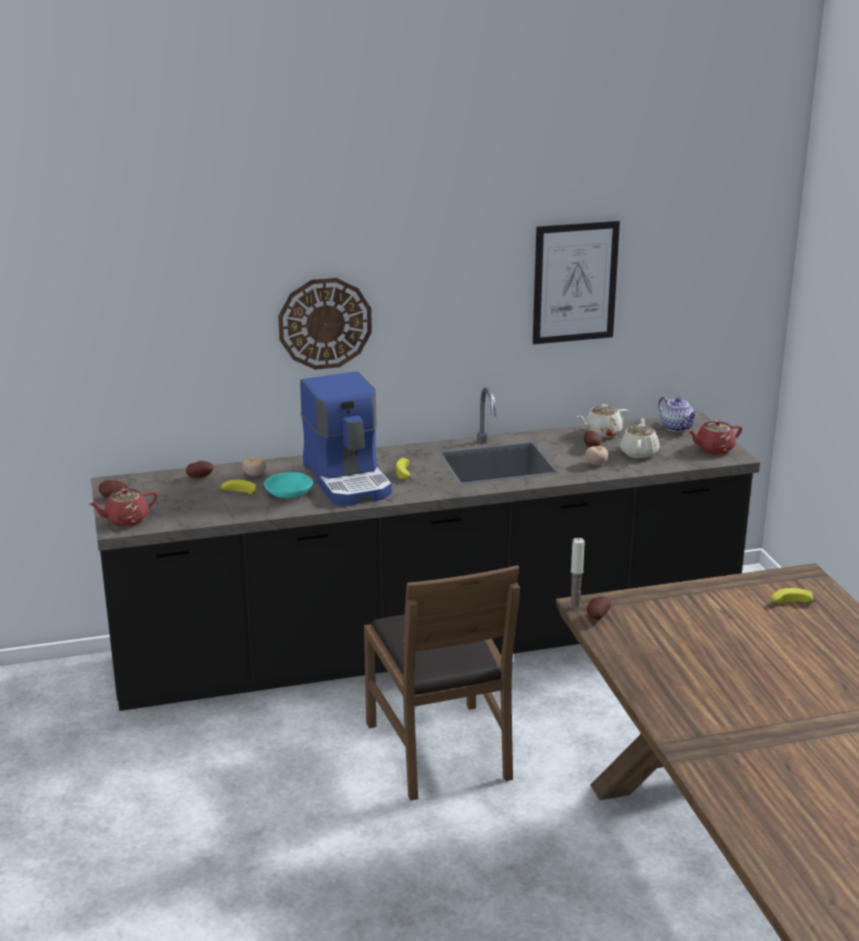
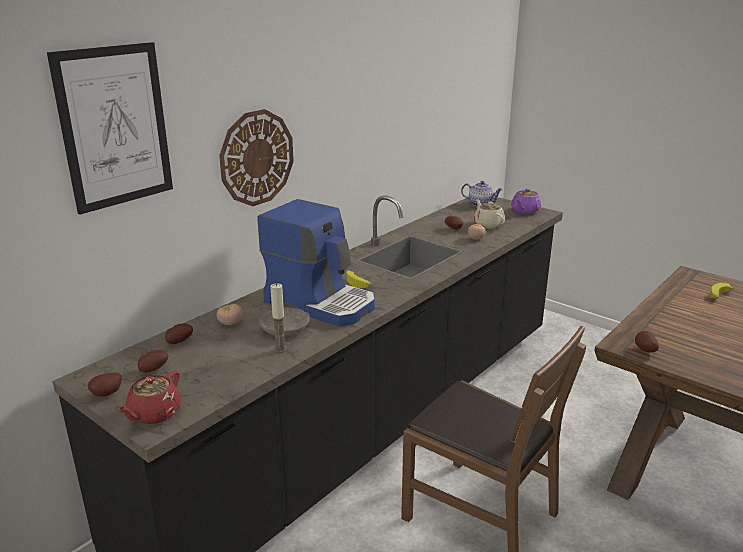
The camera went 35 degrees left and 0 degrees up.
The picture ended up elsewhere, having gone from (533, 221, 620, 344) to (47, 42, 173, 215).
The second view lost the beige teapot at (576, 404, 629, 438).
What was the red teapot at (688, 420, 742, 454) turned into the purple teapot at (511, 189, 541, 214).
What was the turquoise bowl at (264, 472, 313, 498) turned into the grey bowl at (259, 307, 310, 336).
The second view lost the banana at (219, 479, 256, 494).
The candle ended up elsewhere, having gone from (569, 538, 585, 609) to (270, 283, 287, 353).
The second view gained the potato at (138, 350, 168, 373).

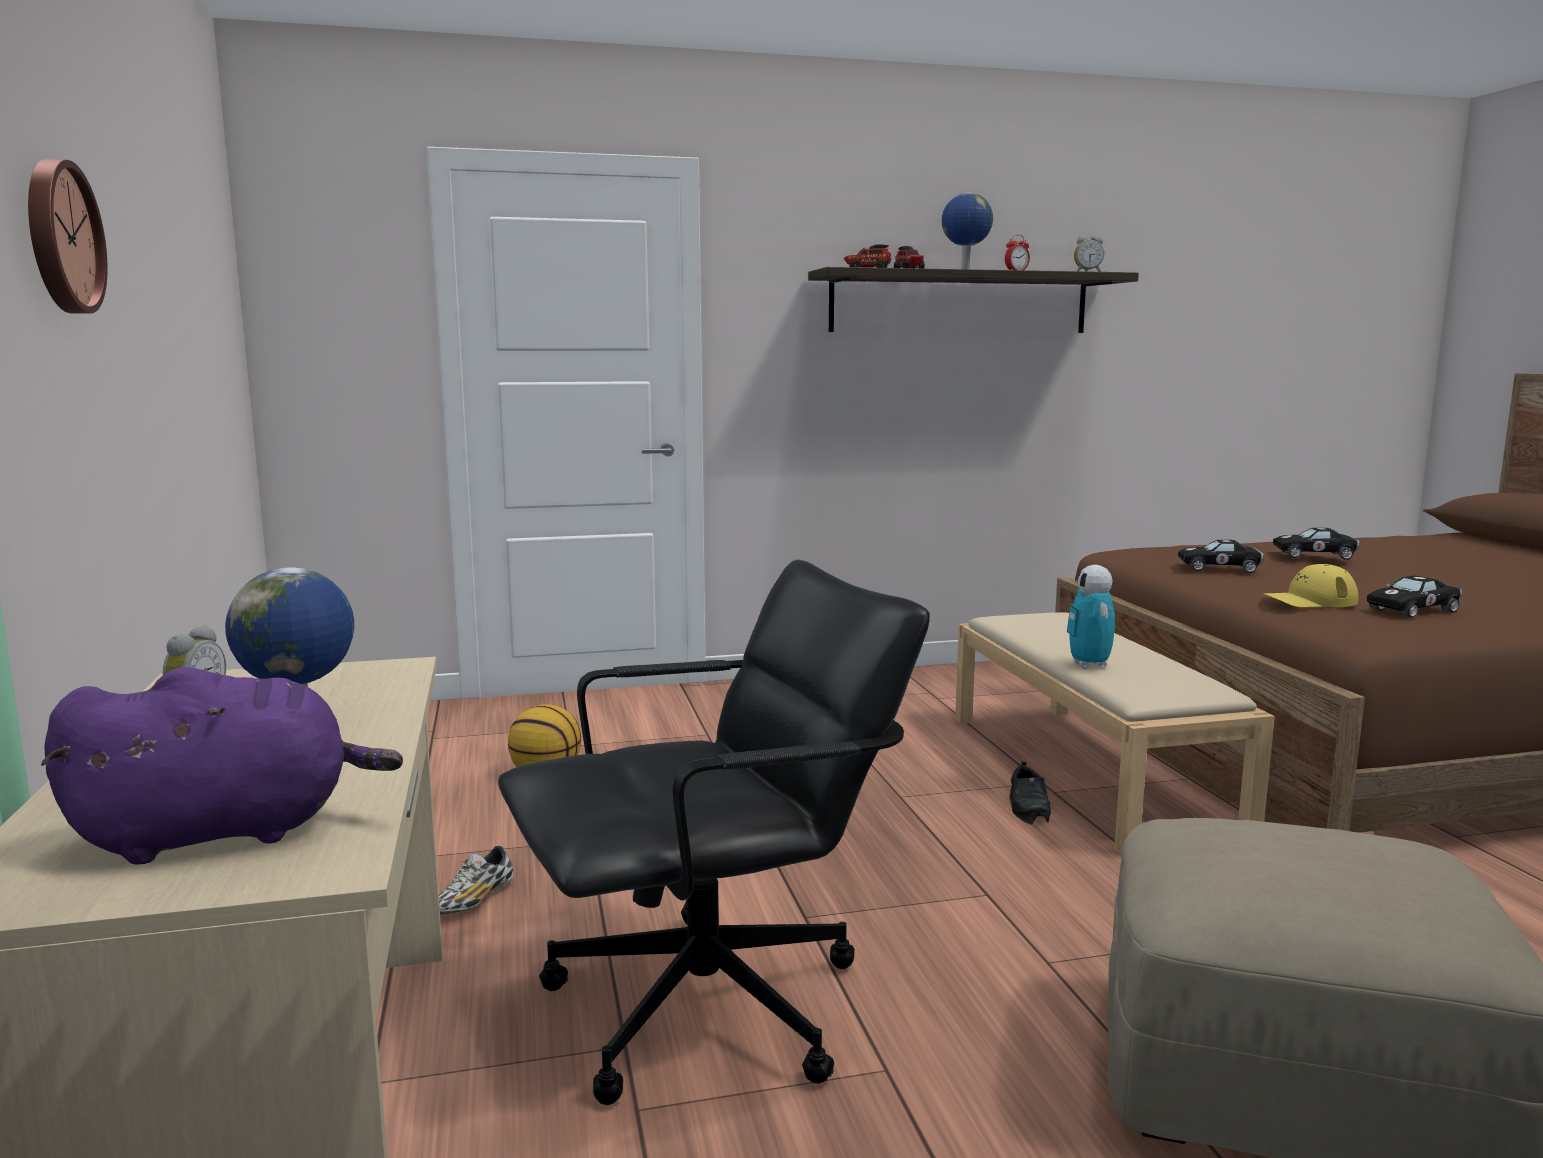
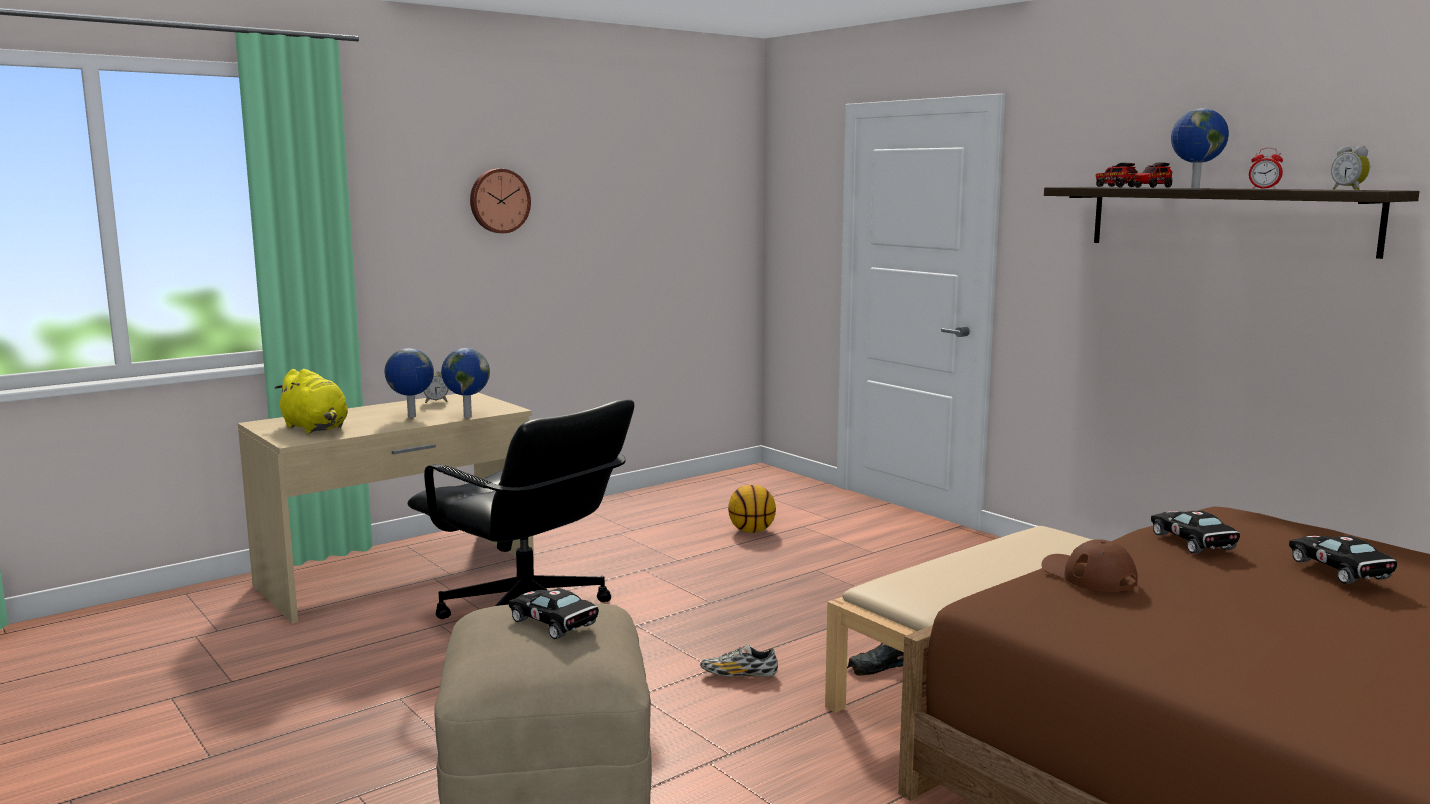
The camera went 65 degrees right and 0 degrees up.
What was the yellow cap at (1263, 564, 1359, 607) turned into the brown cap at (1042, 539, 1138, 592).
The second view lost the toy robot at (1067, 565, 1115, 669).
The black toy car ended up elsewhere, having gone from (1367, 576, 1462, 618) to (509, 588, 599, 639).
What was the purple plush toy at (41, 667, 403, 865) turned into the yellow plush toy at (274, 369, 348, 433).
The shoe ended up elsewhere, having gone from (439, 846, 514, 914) to (700, 644, 778, 677).
The second view gained the globe at (441, 348, 490, 418).

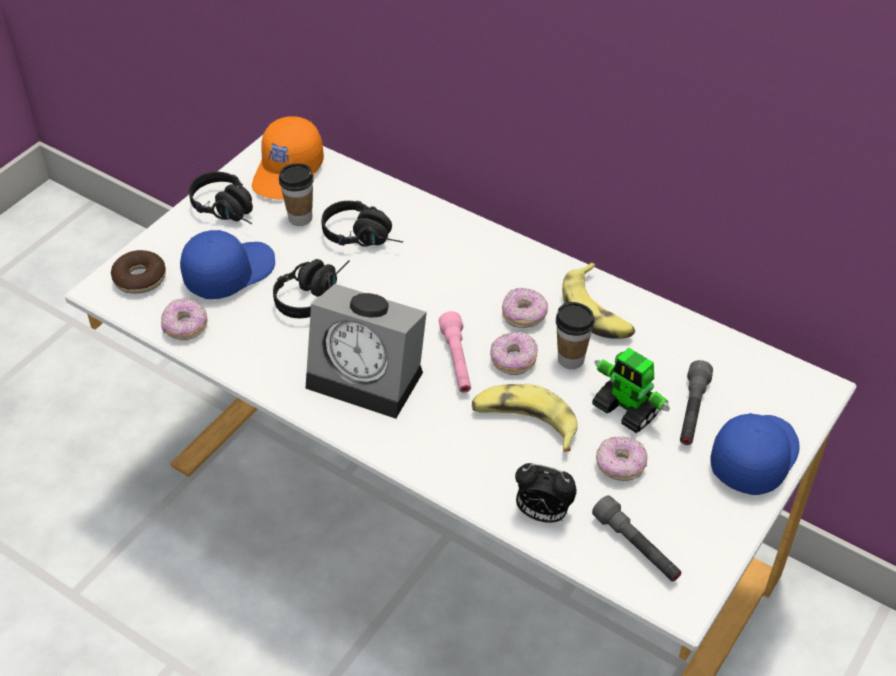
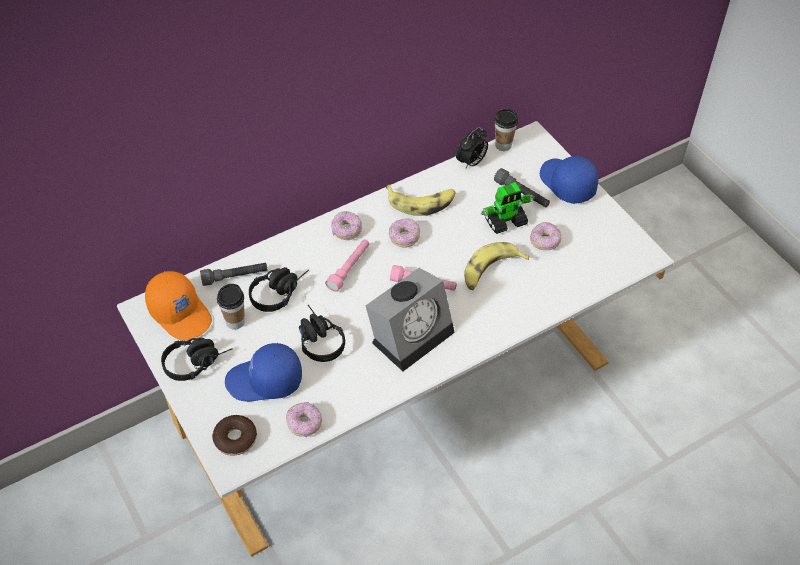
The camera went 65 degrees left and 5 degrees up.
The blue cap at (180, 230, 275, 299) ended up facing another way, 75 degrees counterclockwise from before.
The cup ended up elsewhere, having gone from (556, 302, 595, 369) to (494, 109, 518, 151).
The donut ended up elsewhere, having gone from (490, 332, 538, 375) to (331, 211, 362, 240).
The alarm clock ended up elsewhere, having gone from (515, 463, 577, 523) to (456, 127, 488, 169).
The grey flashlight ended up elsewhere, having gone from (592, 495, 681, 581) to (200, 263, 267, 286).
The second view gained the pink flashlight at (325, 239, 369, 292).

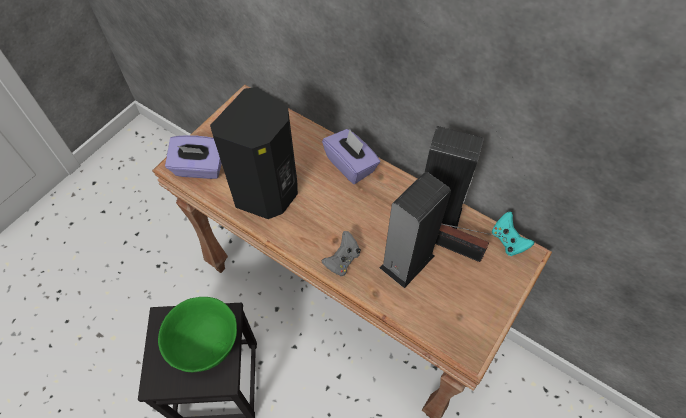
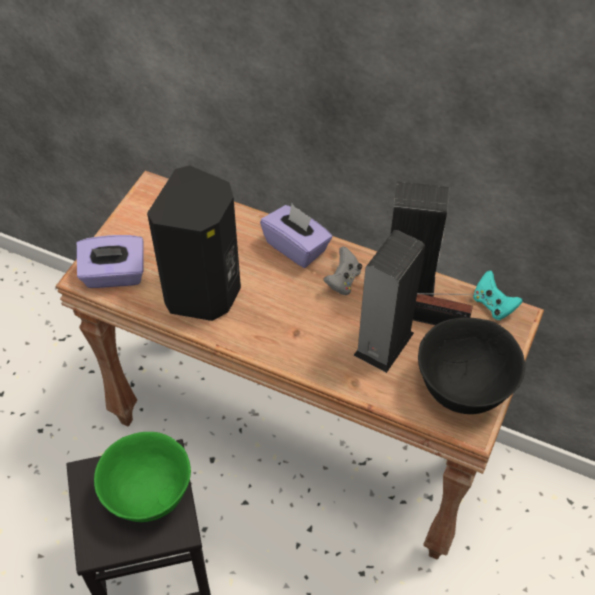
The camera went 10 degrees left and 5 degrees down.
The grey game controller ended up elsewhere, having gone from (322, 231, 361, 276) to (324, 247, 362, 295).
The second view gained the black bowl at (418, 318, 525, 414).

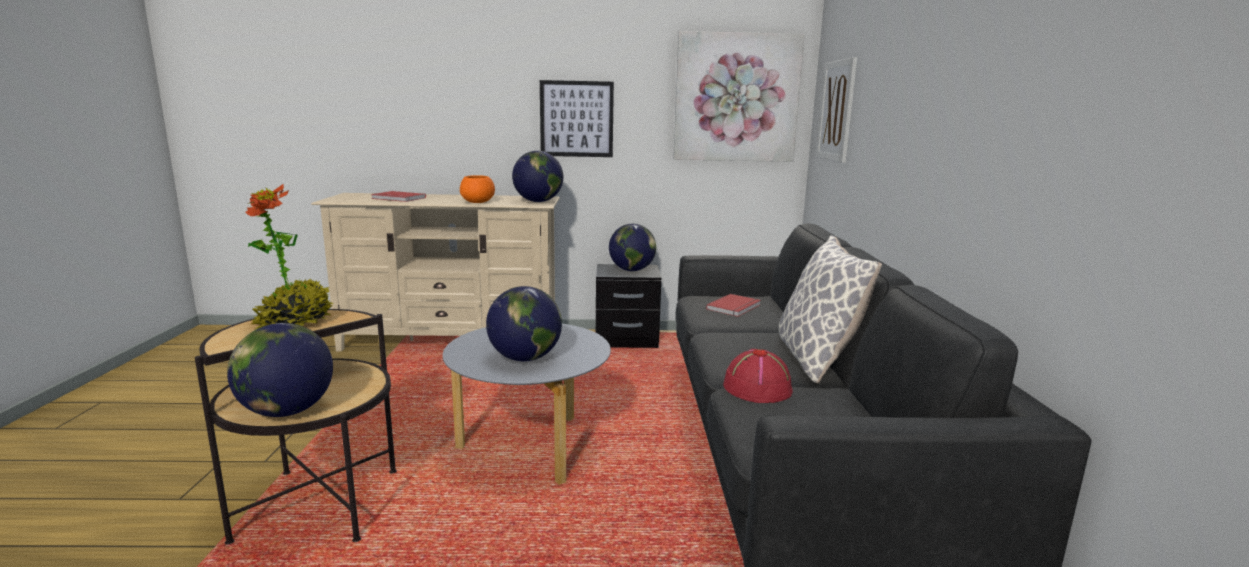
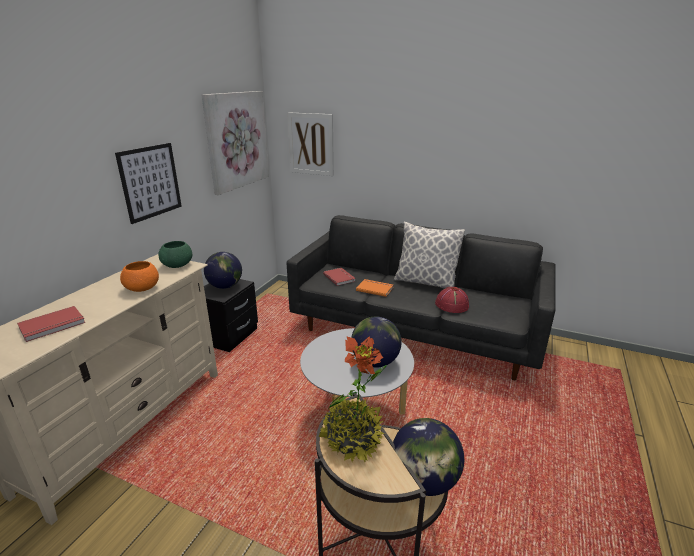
The camera went 65 degrees left and 10 degrees up.
Where the globe stood at (512, 151, 563, 202), the green bowl came to stand at (158, 241, 192, 268).
The second view gained the orange book at (356, 279, 393, 297).

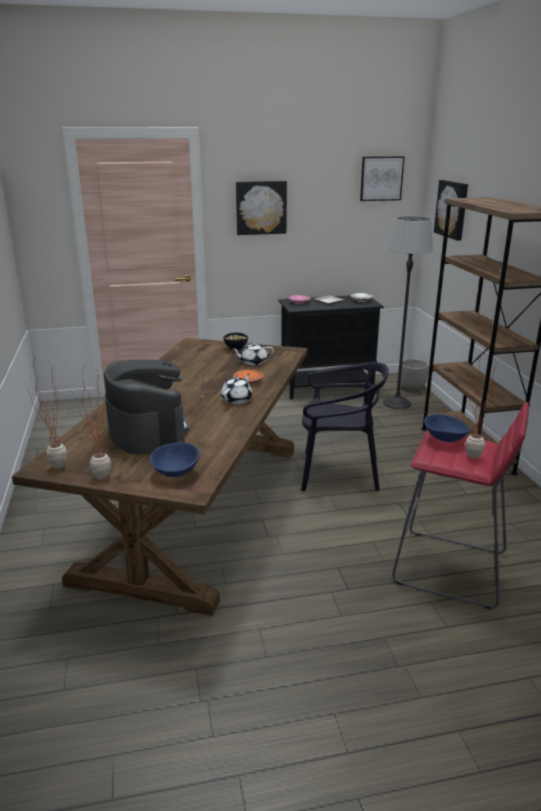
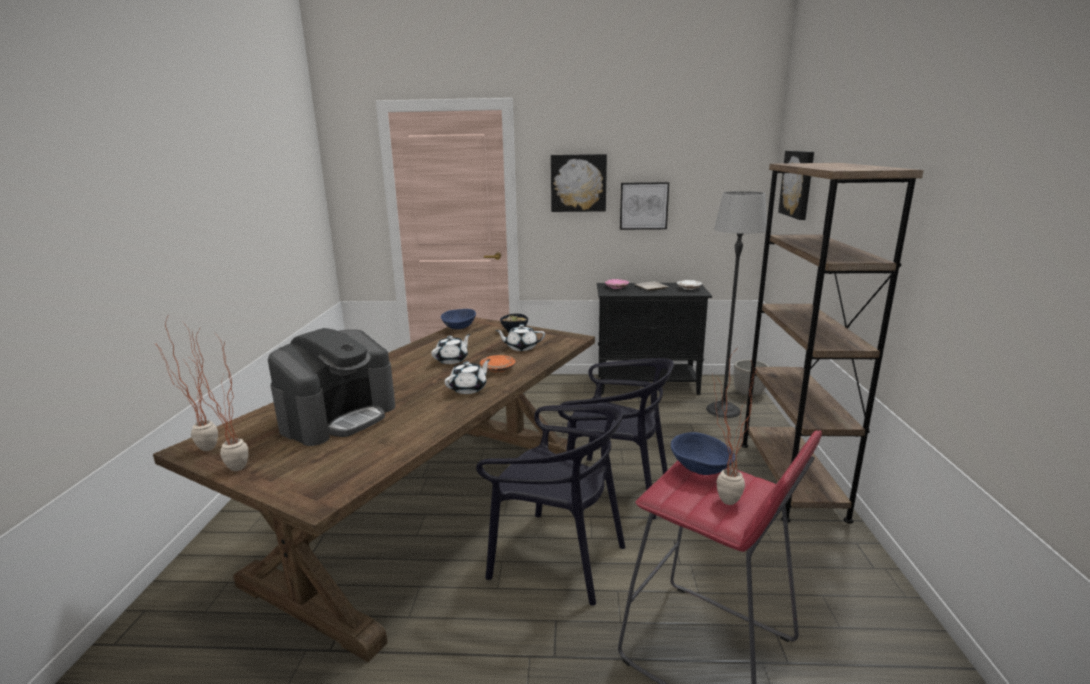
The camera went 15 degrees right and 5 degrees down.
The picture ended up elsewhere, having gone from (360, 156, 405, 201) to (620, 182, 669, 230).
The coffee machine at (104, 359, 189, 455) ended up facing another way, 45 degrees clockwise from before.
The blue bowl ended up elsewhere, having gone from (150, 442, 200, 477) to (441, 309, 476, 329).
The second view gained the white teapot at (431, 334, 470, 364).
The second view gained the black chair at (476, 405, 625, 606).

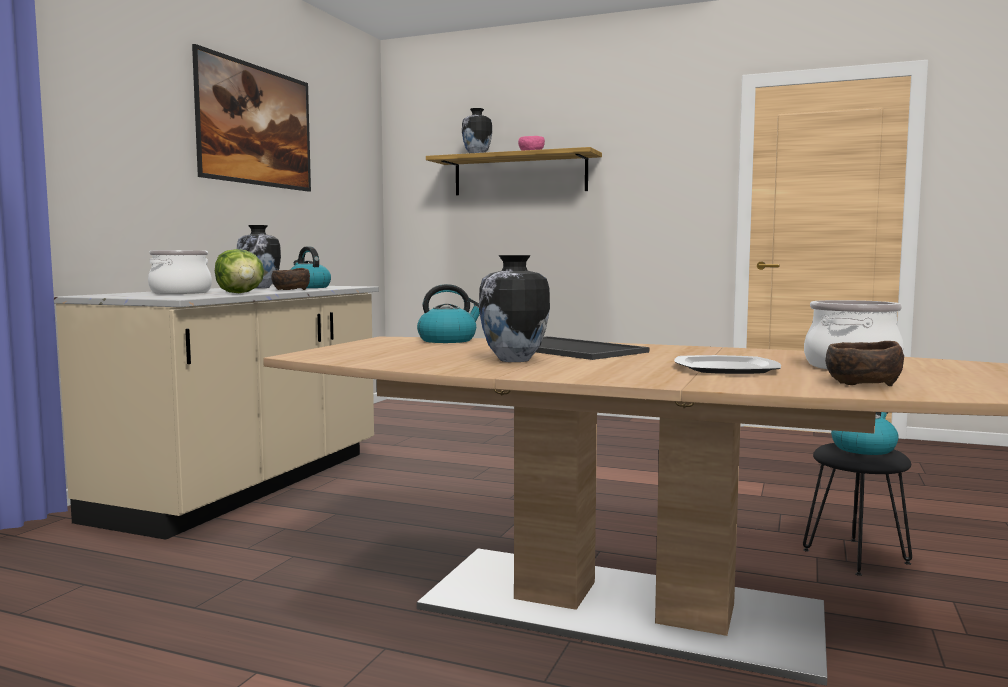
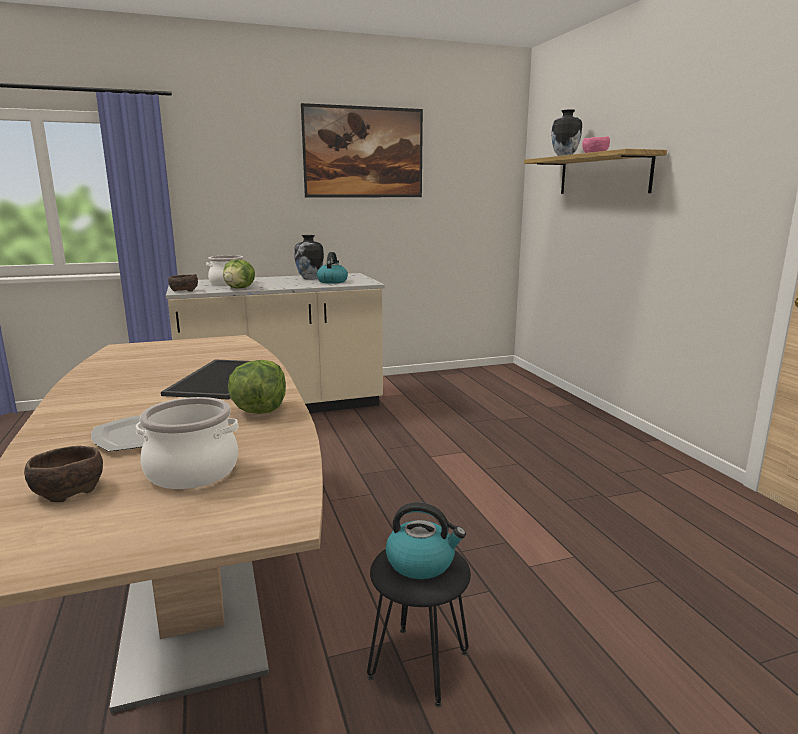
The camera went 50 degrees right and 10 degrees up.
The second view lost the vase at (479, 255, 550, 362).
The brown bowl ended up elsewhere, having gone from (271, 268, 310, 290) to (168, 274, 198, 292).
The second view lost the kettle at (417, 284, 480, 343).
The second view gained the lettuce at (228, 360, 286, 414).

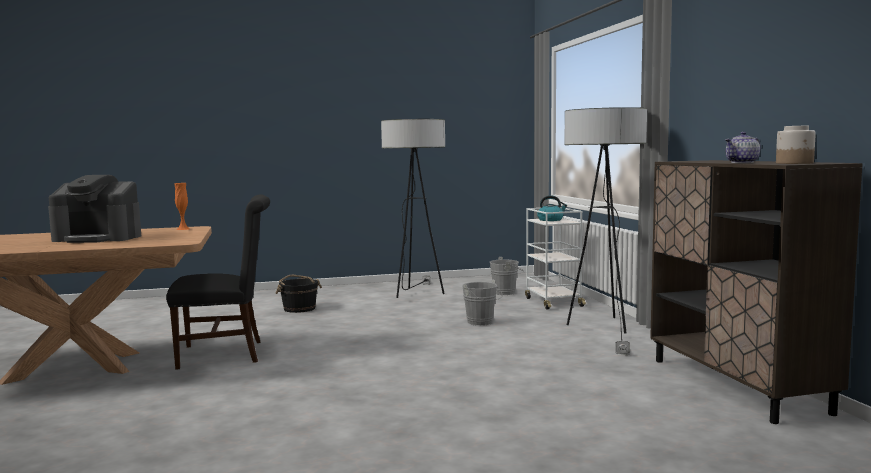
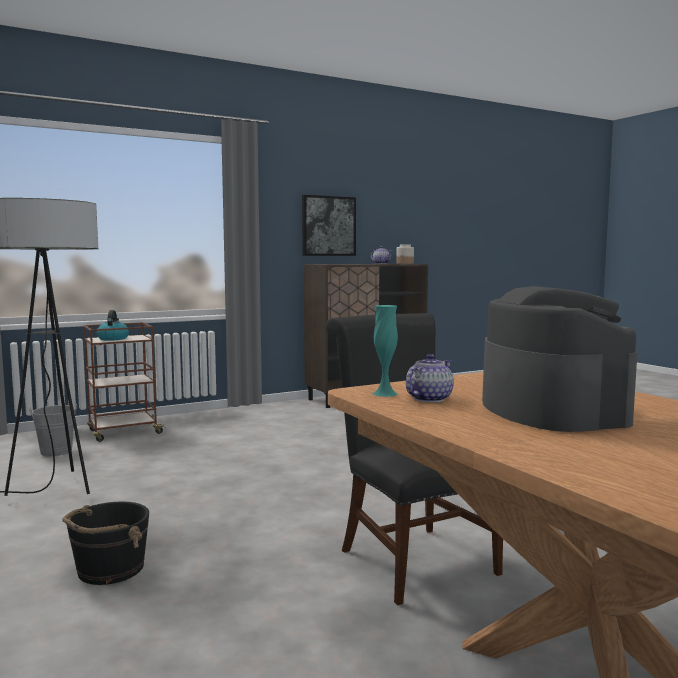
The camera went 105 degrees left and 0 degrees up.
The second view lost the floor lamp at (565, 107, 647, 355).
What was the orange vase at (174, 183, 190, 230) turned into the turquoise vase at (373, 305, 398, 397).
What was the white cart at (525, 207, 586, 309) turned into the brown cart at (84, 322, 166, 442).
The second view lost the grey bucket at (462, 279, 502, 326).
The second view gained the picture at (302, 195, 356, 256).
The second view gained the teapot at (406, 354, 454, 402).

